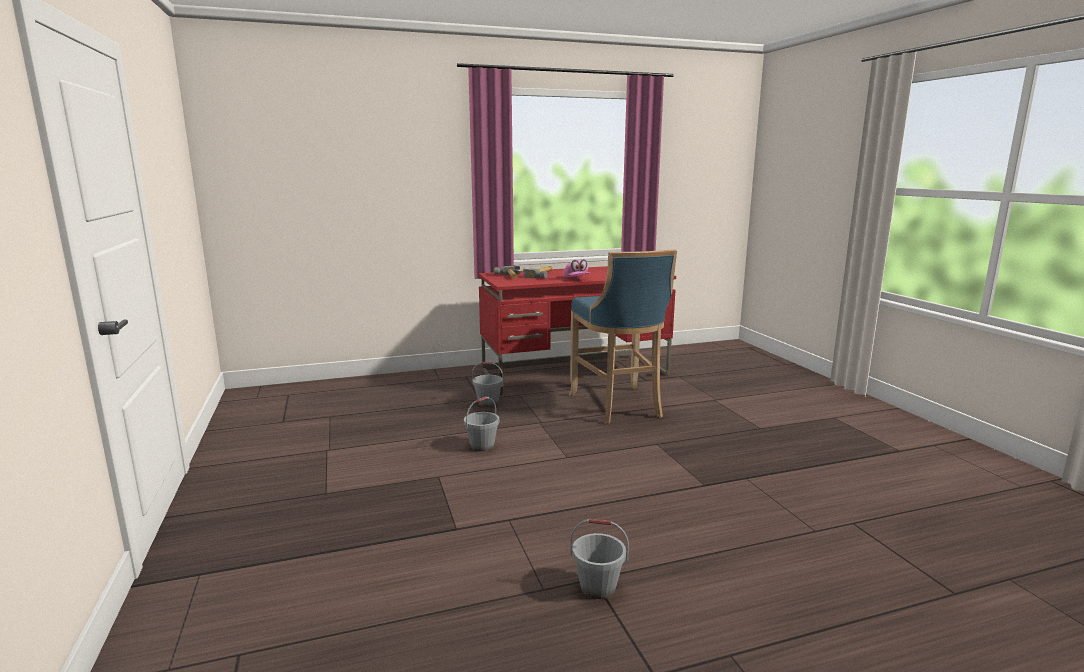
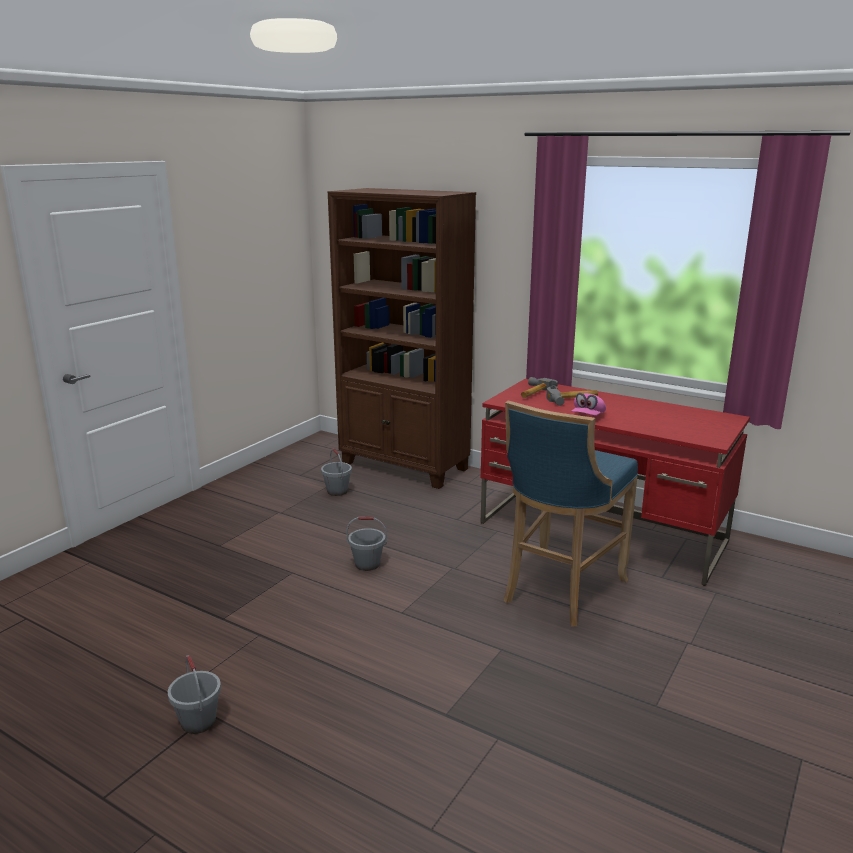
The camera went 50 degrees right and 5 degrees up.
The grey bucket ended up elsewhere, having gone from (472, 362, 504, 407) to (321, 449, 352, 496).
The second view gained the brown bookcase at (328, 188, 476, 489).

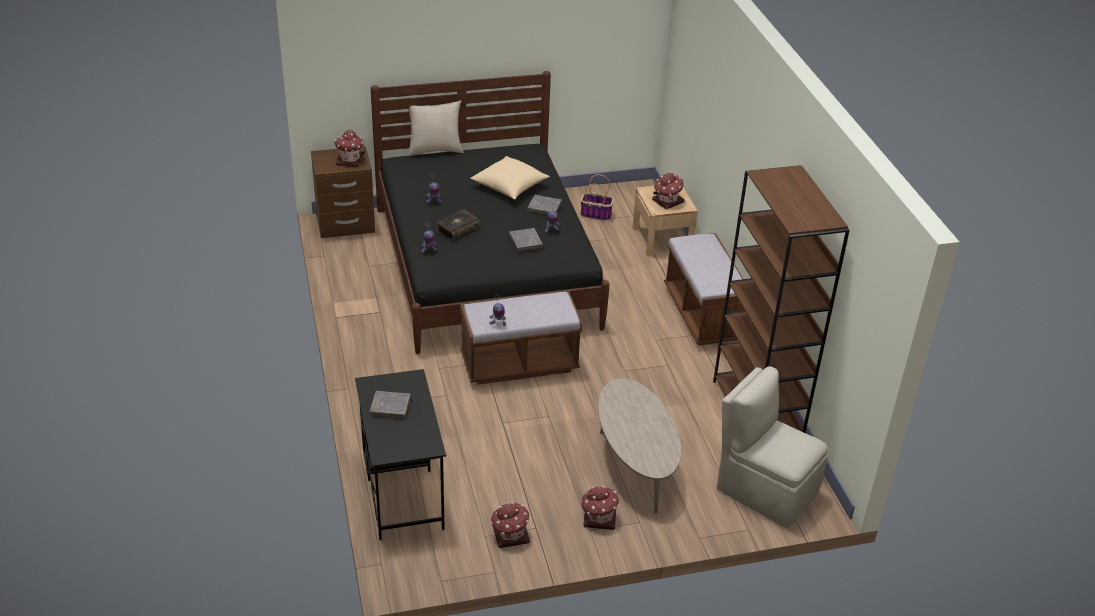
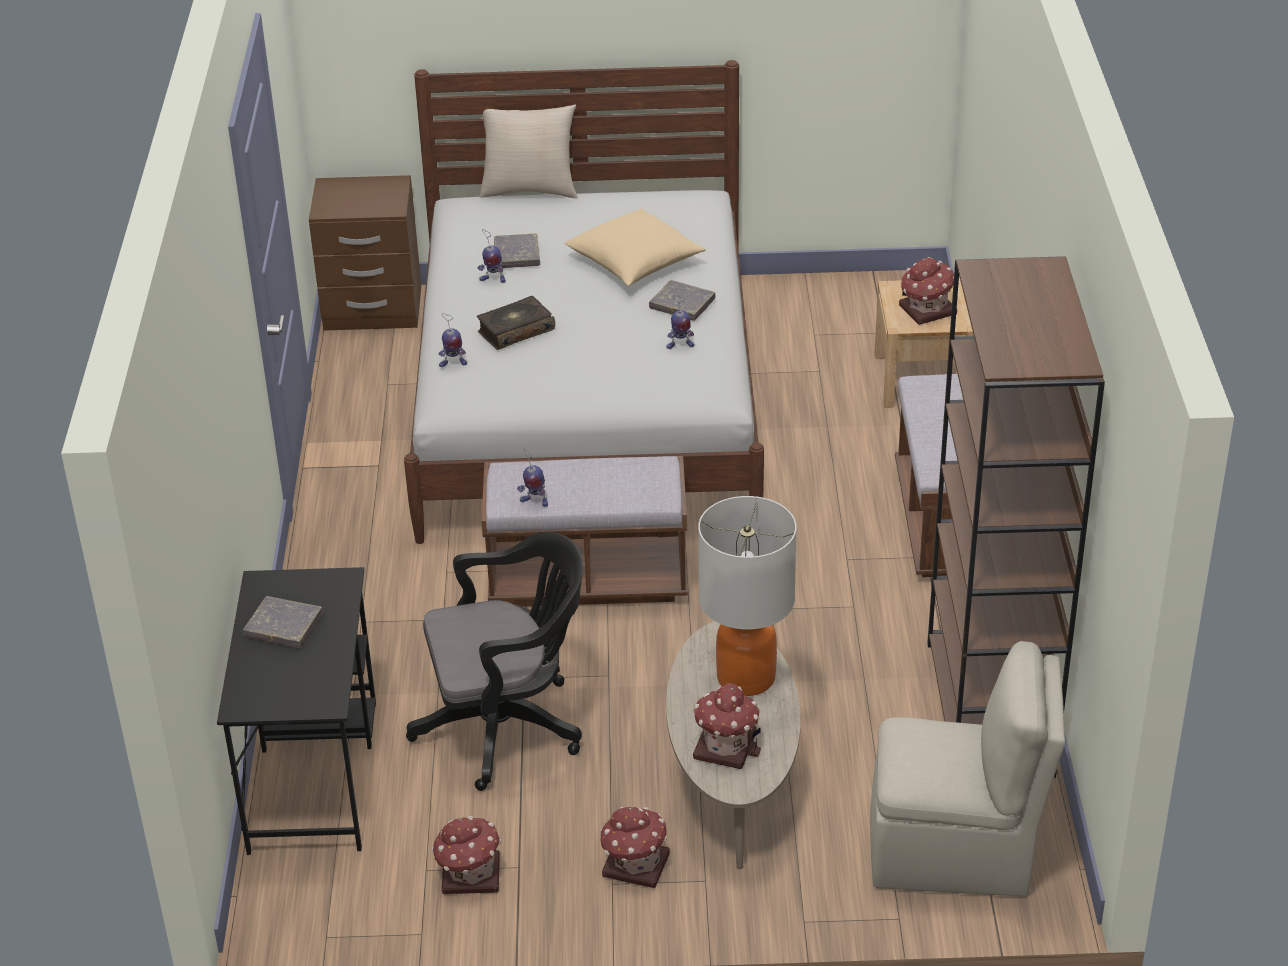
The camera went 15 degrees right and 0 degrees up.
What was the black bed at (371, 71, 610, 354) turned into the white bed at (404, 60, 764, 544).
The toy house ended up elsewhere, having gone from (335, 130, 366, 167) to (693, 683, 761, 769).
The second view lost the basket at (580, 174, 614, 221).
The grey book ended up elsewhere, having gone from (509, 228, 543, 251) to (494, 233, 540, 268).
The beige chair at (717, 366, 828, 528) ended up facing another way, 135 degrees clockwise from before.
The second view gained the table lamp at (698, 496, 797, 696).
The second view gained the black office chair at (406, 532, 583, 791).

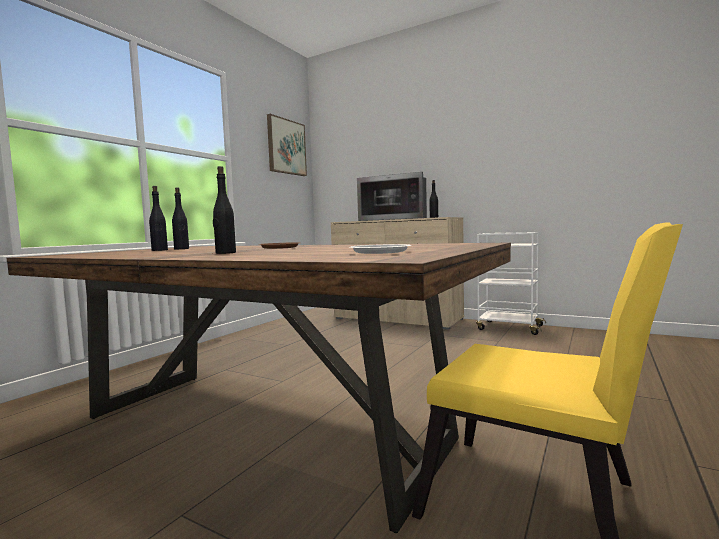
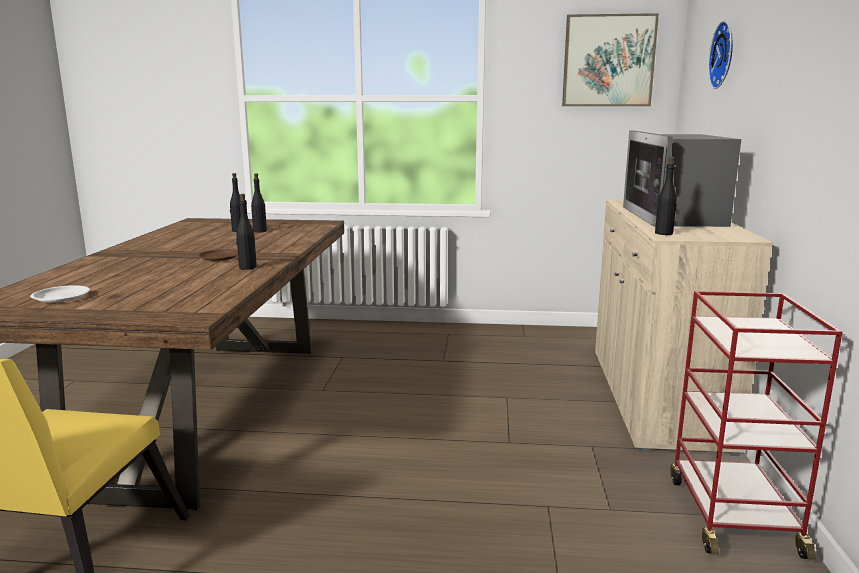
The camera went 65 degrees right and 10 degrees up.
The black bottle ended up elsewhere, having gone from (213, 166, 236, 254) to (236, 194, 257, 270).
What was the white cart at (476, 232, 546, 335) turned into the red cart at (670, 291, 843, 560).
The second view gained the wall clock at (708, 21, 733, 89).

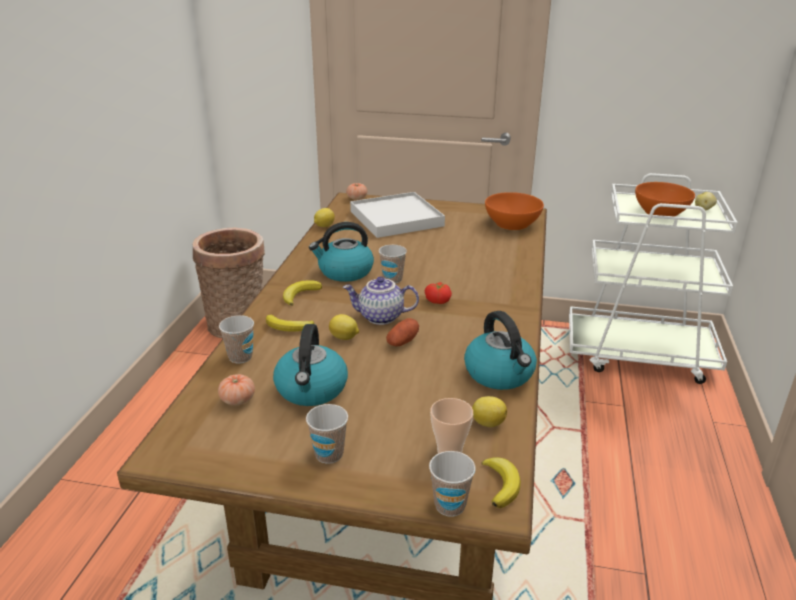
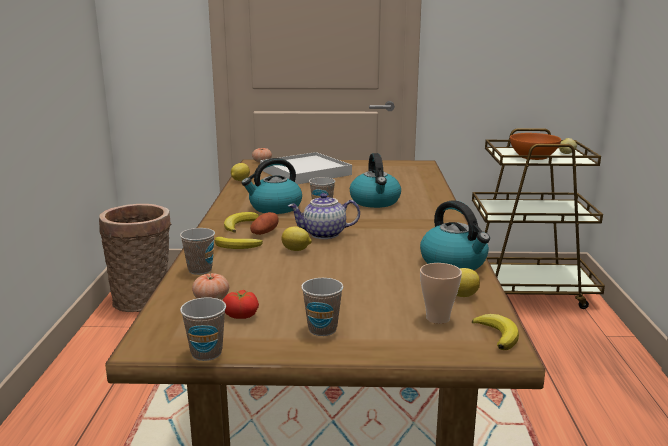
The camera went 10 degrees left and 10 degrees down.
What was the white cart at (569, 173, 738, 384) turned into the brown cart at (472, 128, 605, 309).
The second view lost the orange bowl at (485, 192, 544, 230).
The tomato ended up elsewhere, having gone from (425, 282, 452, 304) to (223, 290, 259, 319).
The potato ended up elsewhere, having gone from (386, 318, 419, 346) to (250, 212, 279, 235).
The kettle ended up elsewhere, having gone from (273, 324, 348, 406) to (350, 153, 401, 208).
The cup ended up elsewhere, having gone from (429, 451, 476, 516) to (180, 298, 226, 361).

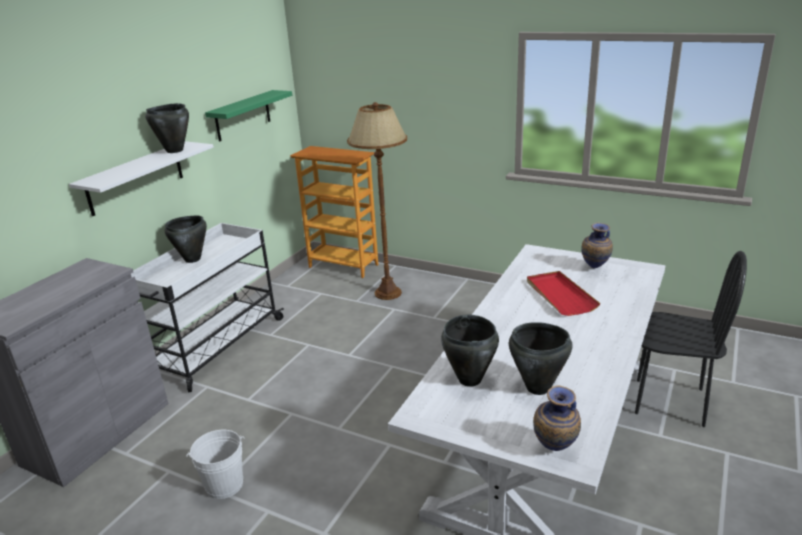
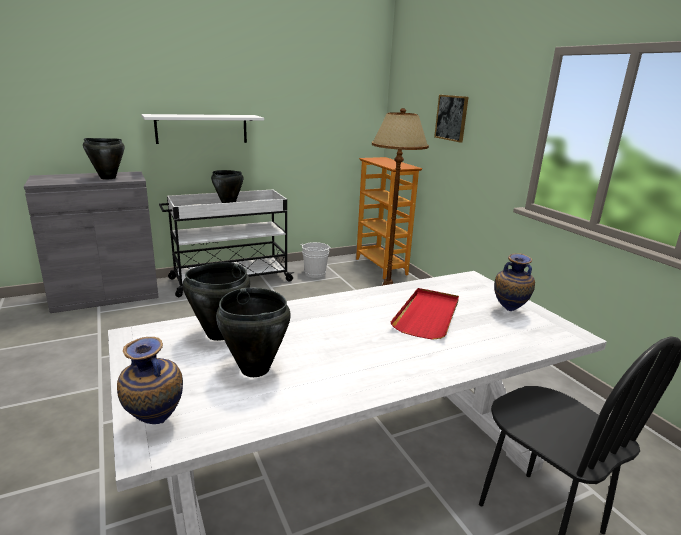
The camera went 35 degrees right and 5 degrees down.
The second view lost the green shelf at (205, 90, 292, 141).
The black cooking pot ended up elsewhere, having gone from (145, 103, 189, 153) to (83, 138, 124, 180).
The white bucket ended up elsewhere, having gone from (186, 430, 245, 499) to (300, 242, 331, 278).
The second view gained the picture at (434, 95, 468, 142).

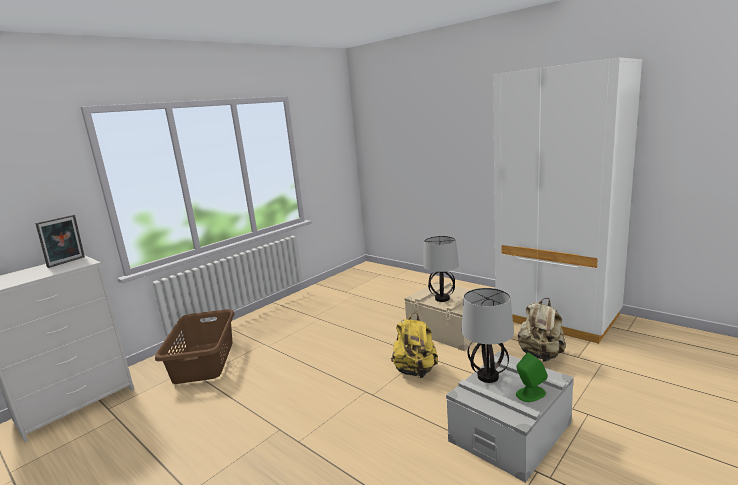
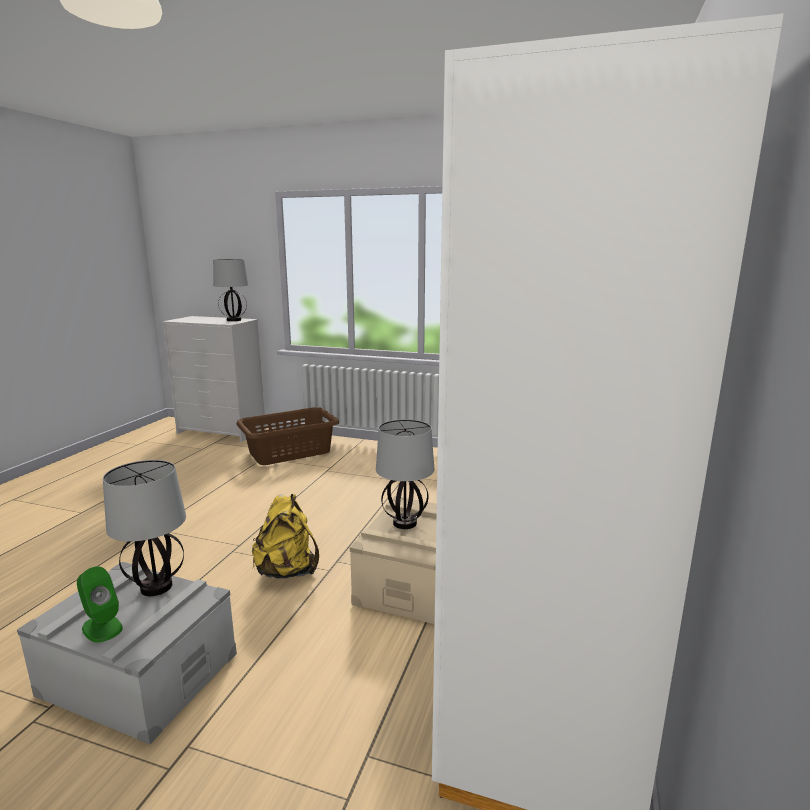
The camera went 65 degrees right and 0 degrees up.
Where the picture frame stood at (35, 215, 85, 268), the table lamp came to stand at (213, 259, 248, 321).
The second view lost the beige backpack at (518, 298, 566, 362).

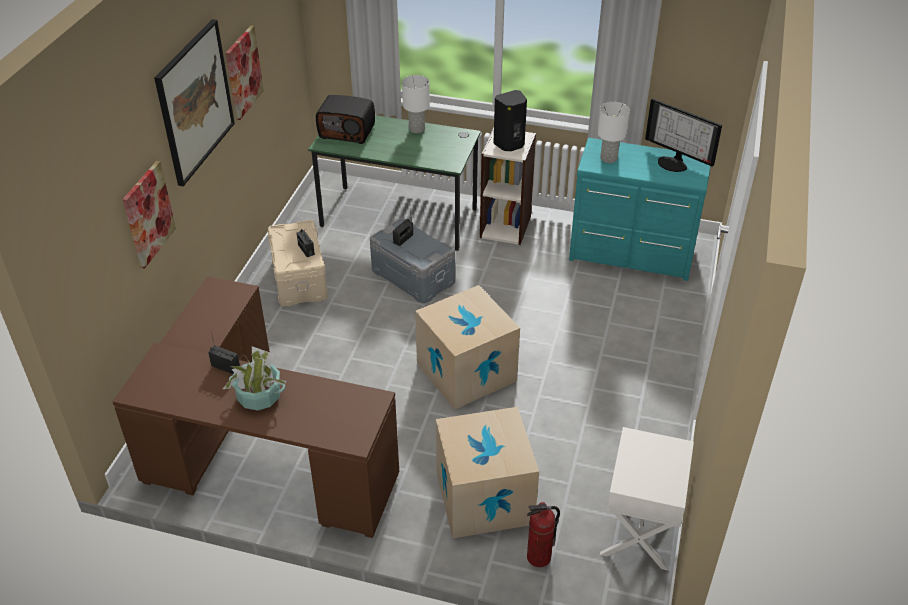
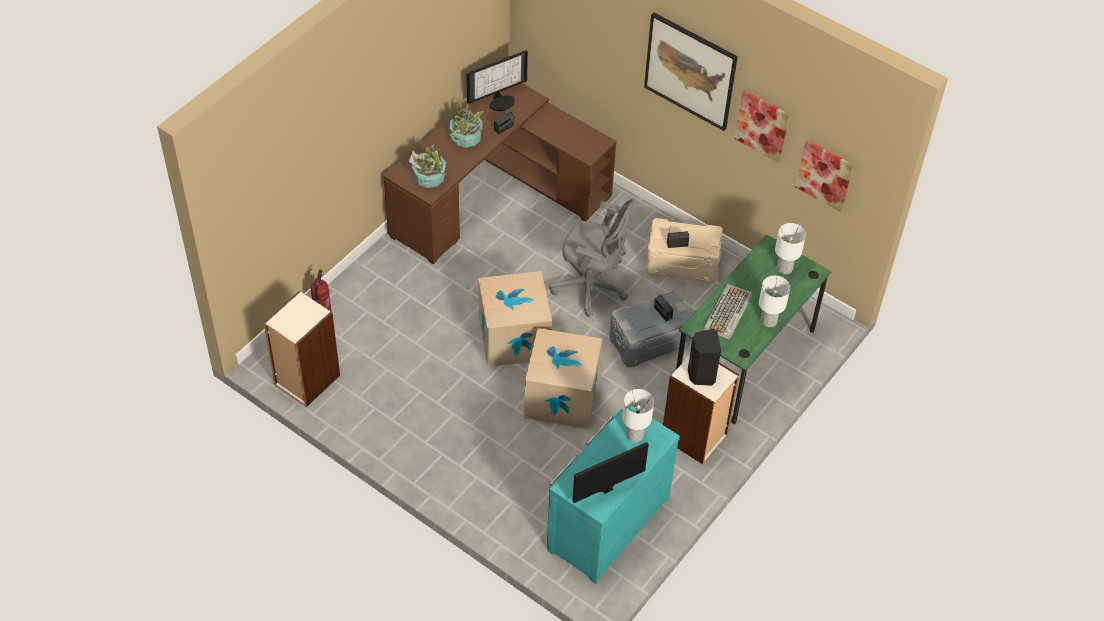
The camera went 110 degrees right and 10 degrees up.
Where the radio stood at (316, 95, 375, 144), the white table lamp came to stand at (775, 223, 806, 274).
The picture ended up elsewhere, having gone from (122, 161, 176, 269) to (796, 140, 854, 212).
The cardboard box ended up elsewhere, having gone from (436, 407, 539, 539) to (524, 328, 602, 429).
Where the white nightstand stood at (600, 427, 694, 571), the bookcase came to stand at (264, 291, 340, 407).
The second view gained the monitor at (466, 50, 528, 111).
The second view gained the potted plant at (409, 144, 446, 188).
The second view gained the grey office chair at (549, 199, 635, 317).
The second view gained the keyboard at (703, 284, 753, 340).

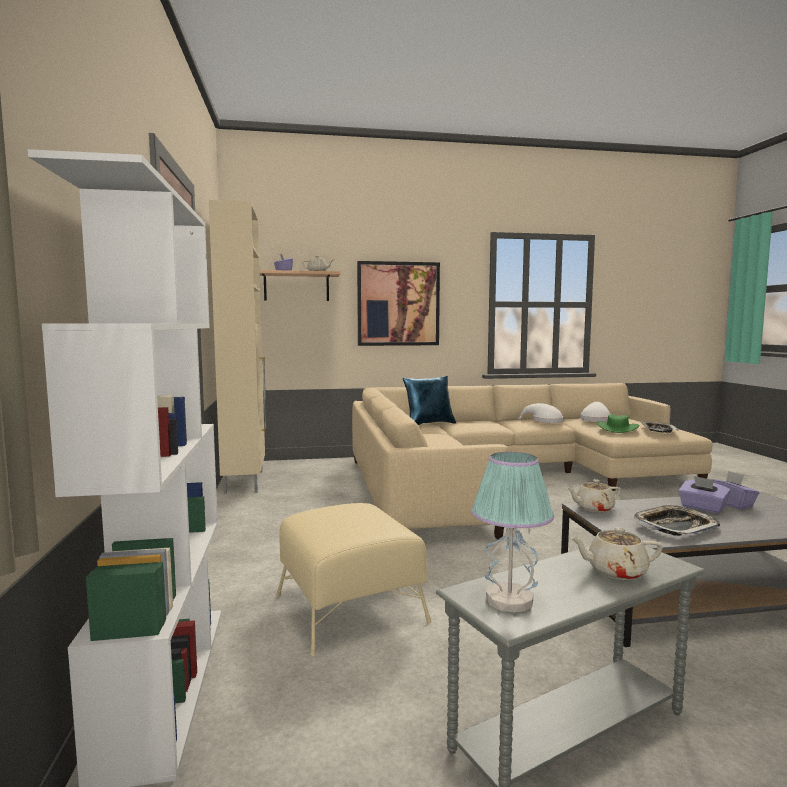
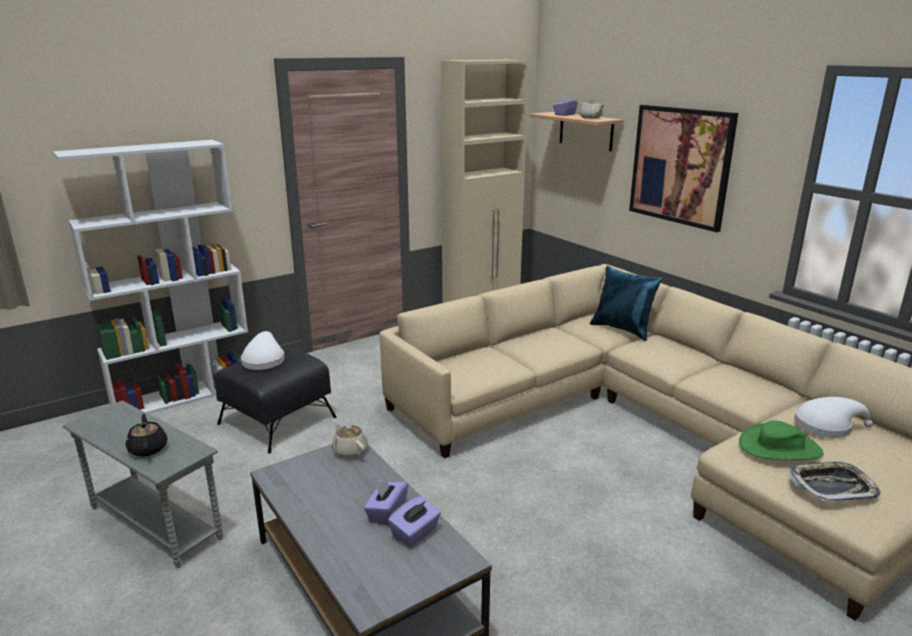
The camera went 65 degrees right and 15 degrees up.
The white hat ended up elsewhere, having gone from (518, 403, 564, 423) to (241, 331, 285, 370).
The second view lost the table lamp at (471, 452, 554, 613).
What was the beige ottoman at (276, 503, 431, 656) turned into the black ottoman at (214, 346, 337, 454).
The second view lost the tray at (634, 504, 720, 536).
What was the beige teapot at (570, 527, 663, 580) turned into the black teapot at (126, 414, 167, 457).

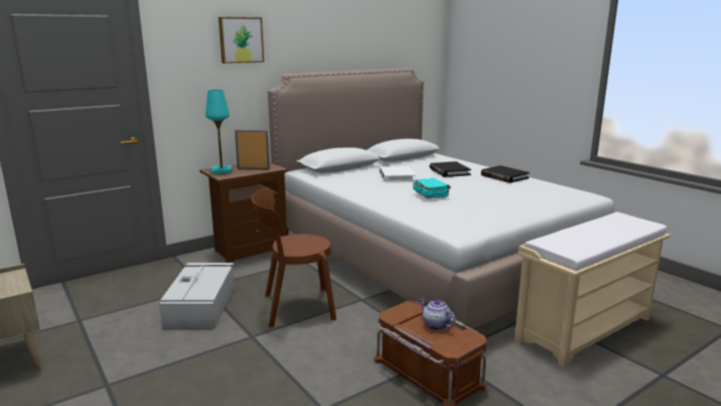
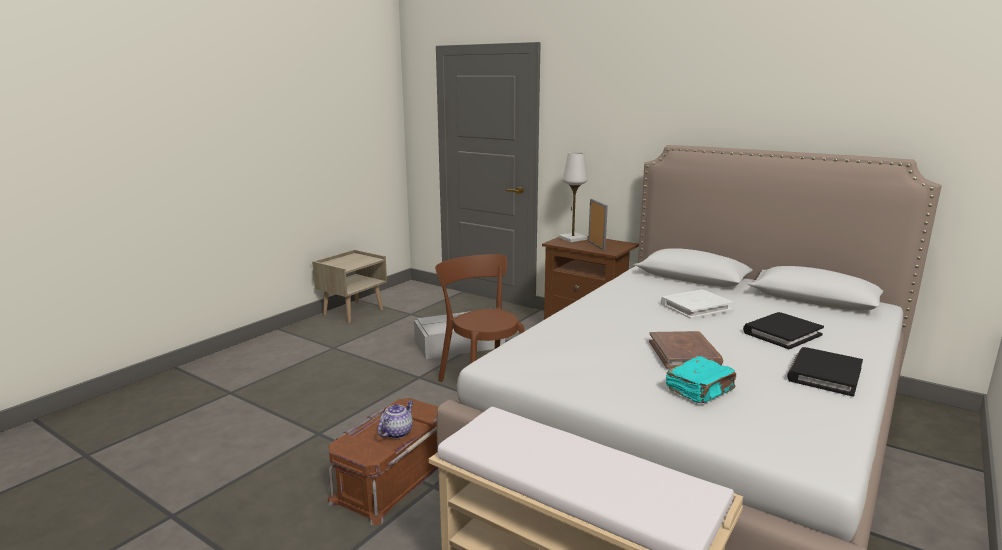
The camera went 70 degrees right and 0 degrees up.
The second view lost the picture at (218, 17, 264, 63).
What was the turquoise table lamp at (205, 90, 232, 174) turned into the white table lamp at (559, 152, 587, 242).
The turquoise book ended up elsewhere, having gone from (413, 178, 451, 199) to (666, 356, 736, 403).
The second view gained the brown book at (649, 331, 723, 369).

